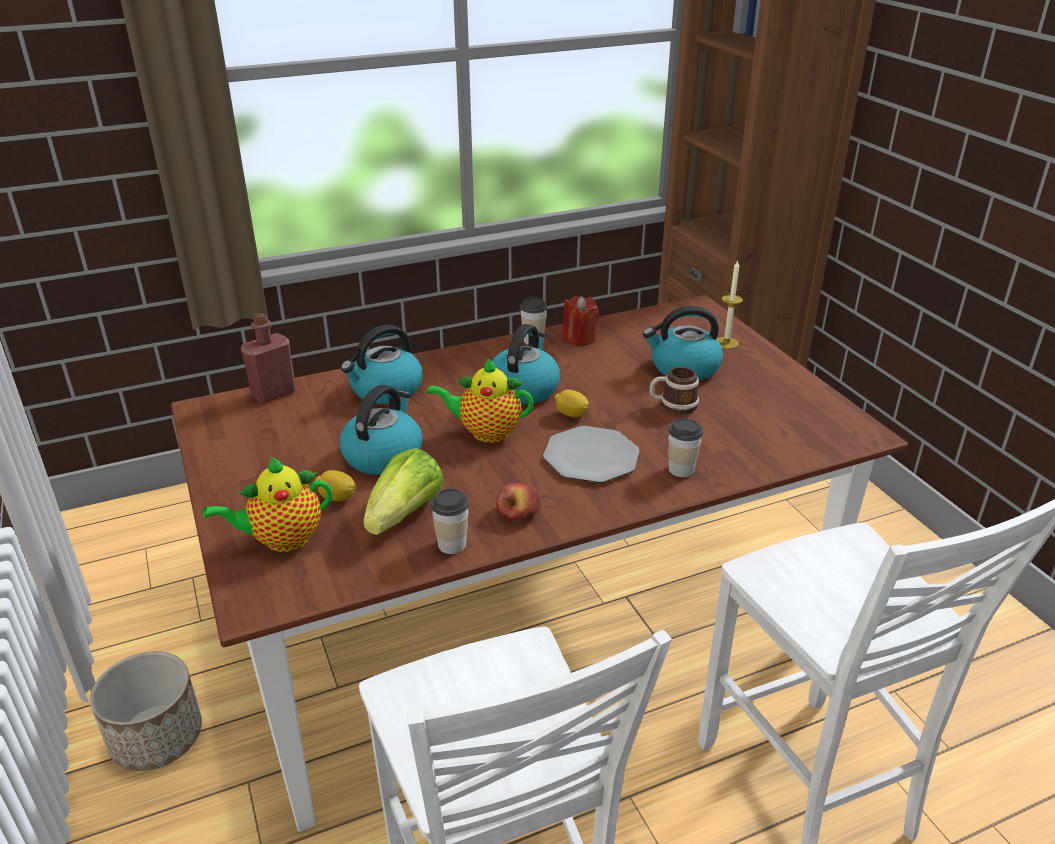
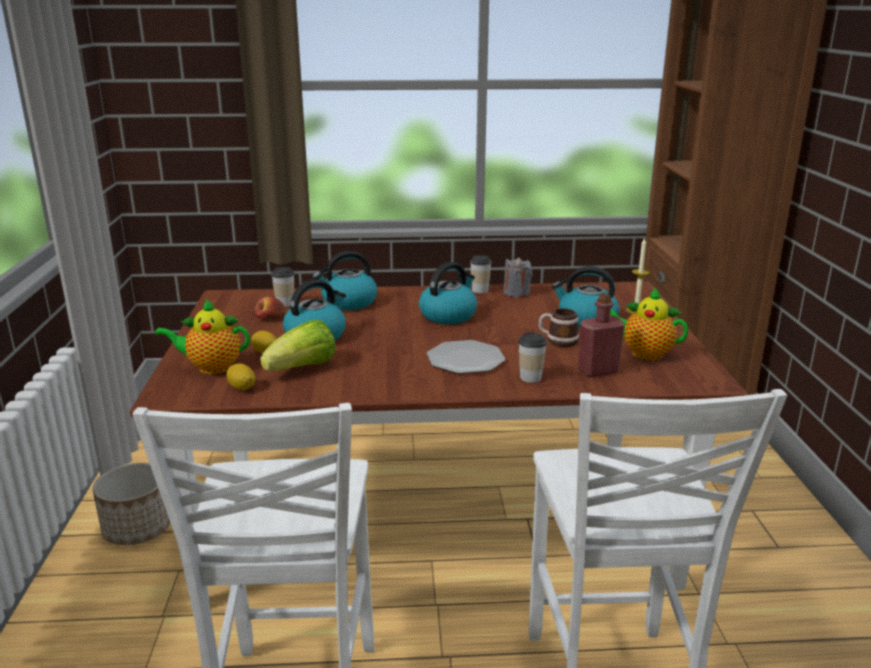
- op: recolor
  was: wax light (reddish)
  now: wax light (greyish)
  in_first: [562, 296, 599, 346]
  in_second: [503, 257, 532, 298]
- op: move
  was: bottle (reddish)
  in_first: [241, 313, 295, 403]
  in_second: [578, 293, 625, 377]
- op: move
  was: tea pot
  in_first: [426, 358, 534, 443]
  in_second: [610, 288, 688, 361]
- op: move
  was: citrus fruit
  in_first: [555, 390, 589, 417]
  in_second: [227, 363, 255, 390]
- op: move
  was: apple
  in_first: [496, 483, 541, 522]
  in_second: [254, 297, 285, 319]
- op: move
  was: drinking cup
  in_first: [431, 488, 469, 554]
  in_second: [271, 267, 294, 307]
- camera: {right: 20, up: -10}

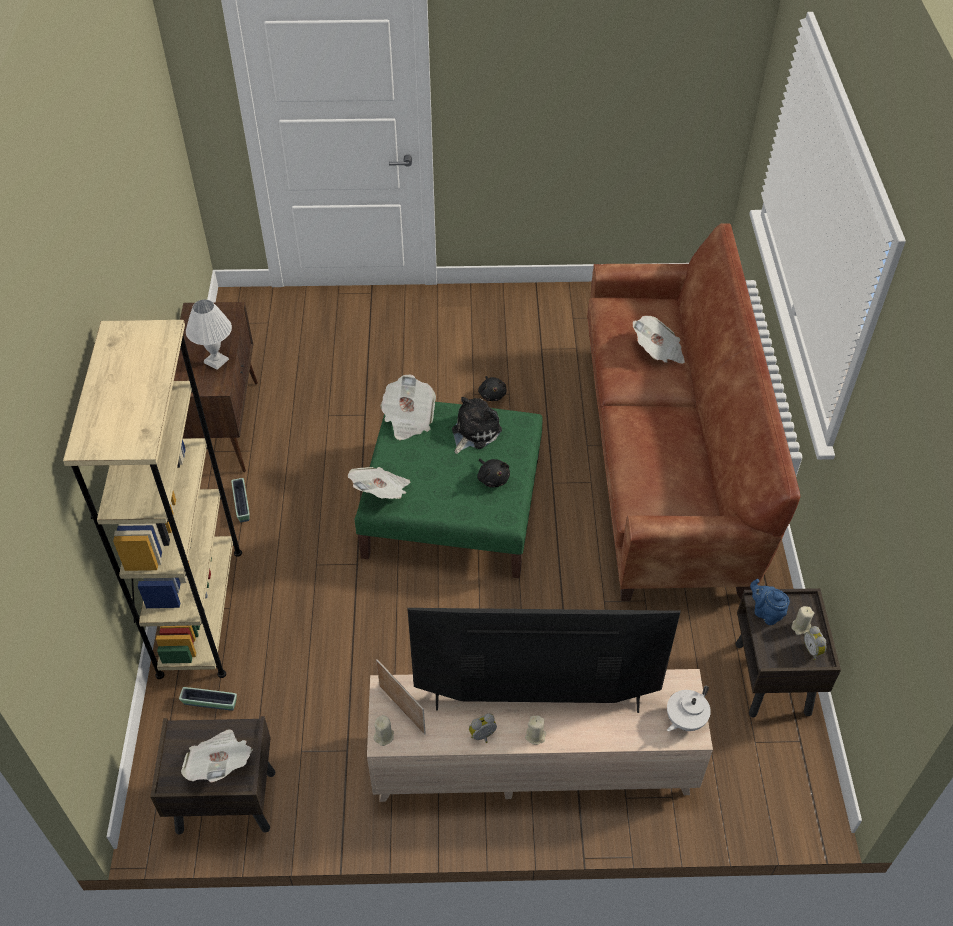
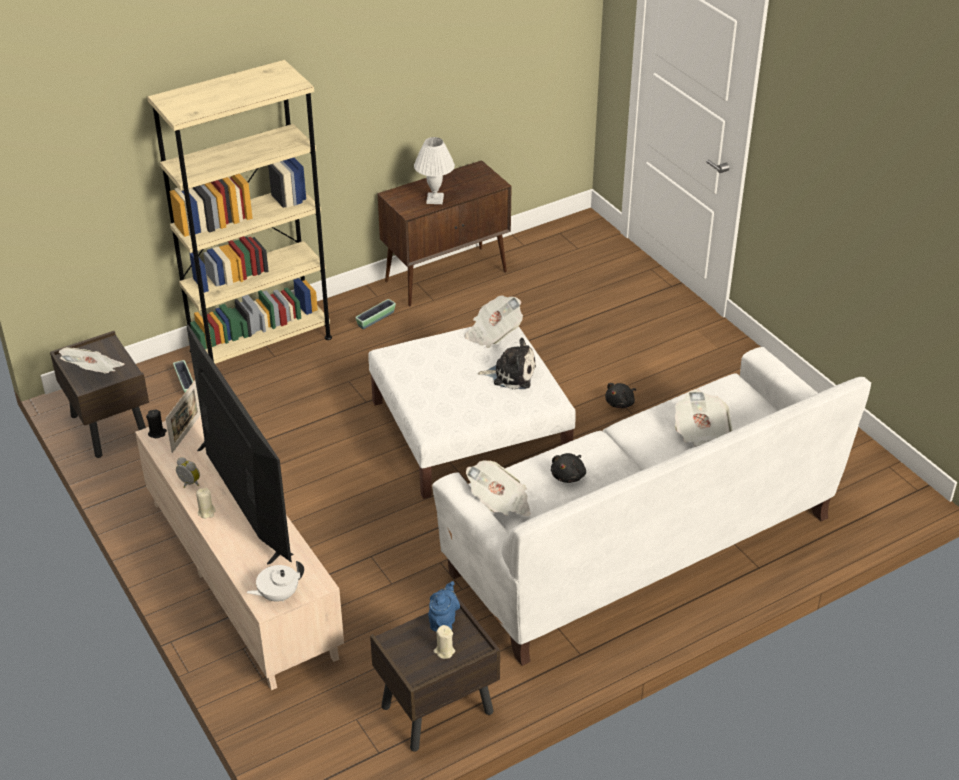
- op: recolor
  was: sofa (brown-coloured)
  now: sofa (white)
  in_first: [587, 223, 800, 601]
  in_second: [432, 347, 871, 666]
- op: recolor
  was: ottoman (greenish)
  now: ottoman (white)
  in_first: [354, 402, 543, 578]
  in_second: [368, 326, 576, 499]
- op: move
  was: soft toy (black-coloured)
  in_first: [477, 459, 510, 488]
  in_second: [551, 453, 586, 483]
- op: move
  was: printed paper
  in_first: [348, 467, 411, 499]
  in_second: [466, 461, 530, 516]
- op: delete
  was: alarm clock
  in_first: [804, 626, 826, 660]
- op: rotate
  was: tea pot (white)
  in_first: [667, 685, 711, 731]
  in_second: [247, 561, 304, 602]
  clockwise: -45
- op: recolor
  was: wax light (beige-coloured)
  now: wax light (black-coloured)
  in_first: [374, 715, 394, 746]
  in_second: [146, 409, 167, 438]
- camera: {right: 60, up: -10}

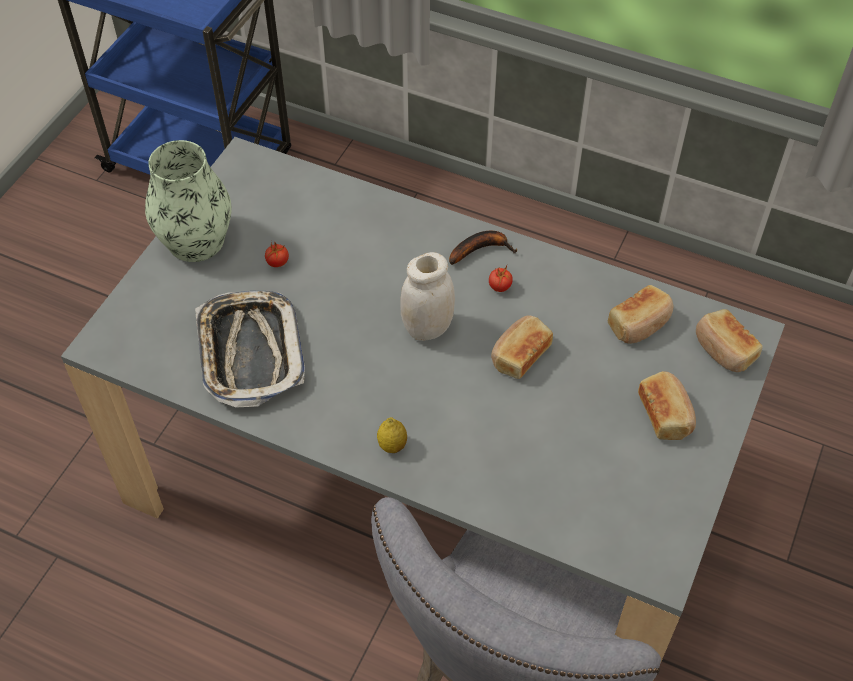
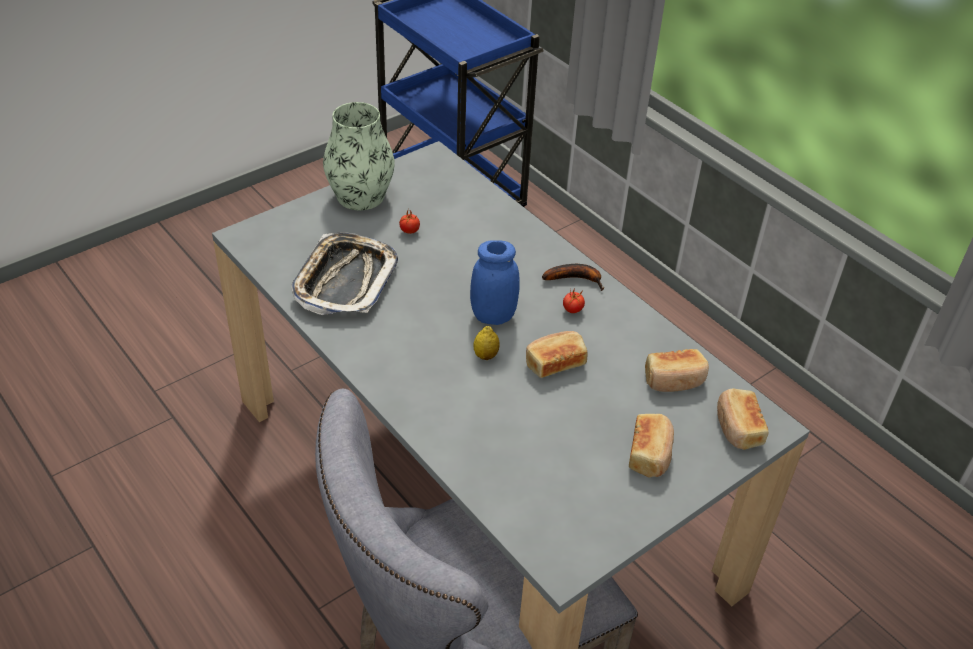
- op: recolor
  was: jar (white)
  now: jar (bluish)
  in_first: [400, 252, 455, 341]
  in_second: [470, 241, 520, 325]
- op: move
  was: citrus fruit
  in_first: [377, 417, 407, 453]
  in_second: [474, 326, 500, 360]
- camera: {right: 25, up: -10}

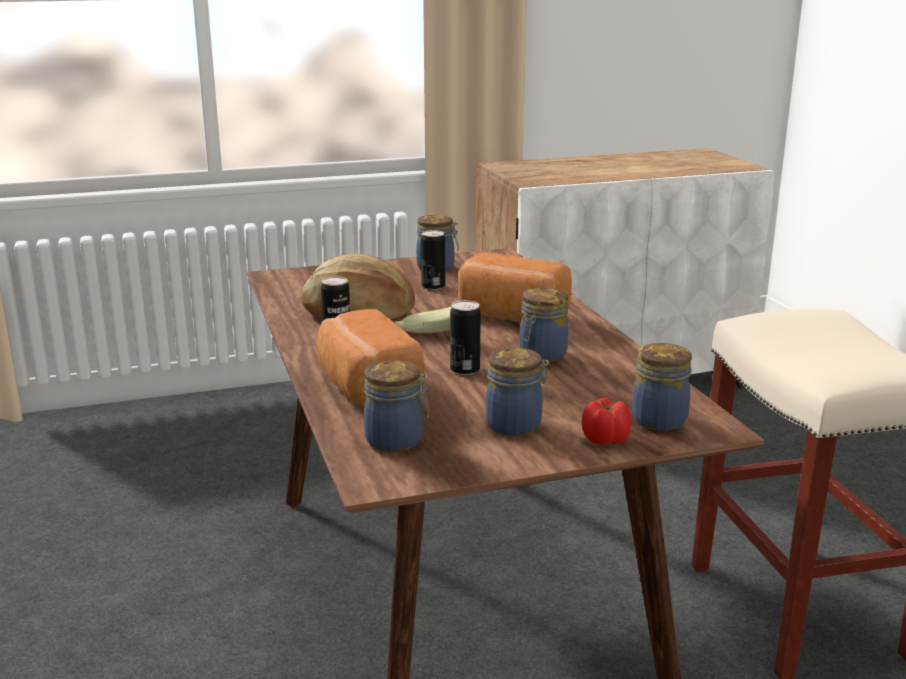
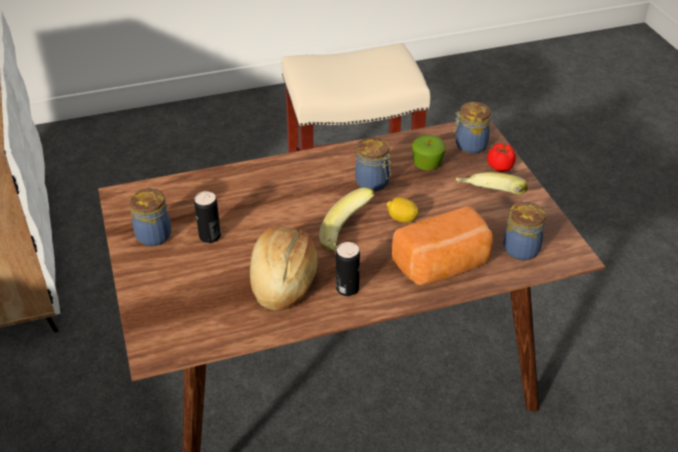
- op: delete
  was: bread
  in_first: [458, 252, 572, 322]
- op: replace
  was: metal can
  now: citrus fruit
  in_first: [450, 300, 481, 375]
  in_second: [387, 197, 419, 223]
- op: replace
  was: jar
  now: whole banana
  in_first: [486, 347, 549, 437]
  in_second: [456, 172, 528, 195]
- op: insert
  now: apple
  in_second: [412, 135, 446, 171]
- camera: {right: -90, up: 20}

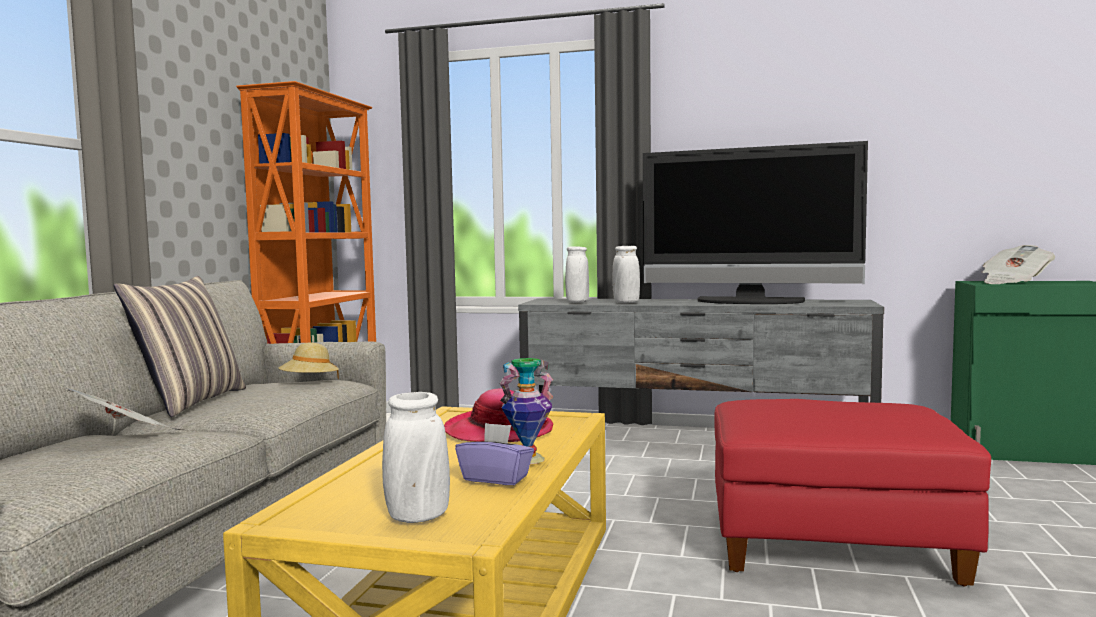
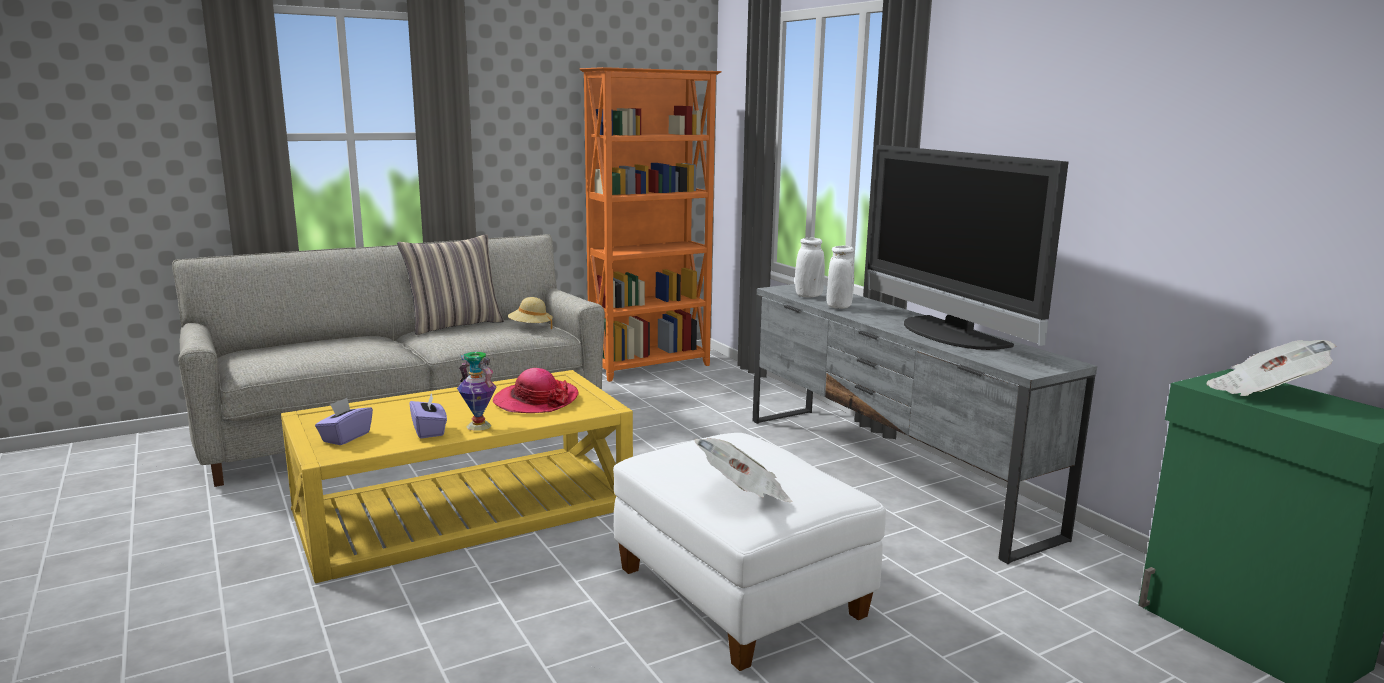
- op: move
  was: printed paper
  in_first: [58, 387, 184, 430]
  in_second: [694, 438, 792, 502]
- op: replace
  was: decorative vase (white)
  now: box of tissues (purple)
  in_first: [382, 392, 450, 523]
  in_second: [315, 398, 373, 445]
- op: recolor
  was: ottoman (reddish)
  now: ottoman (white)
  in_first: [714, 399, 991, 586]
  in_second: [613, 433, 886, 671]
- camera: {right: 45, up: 10}

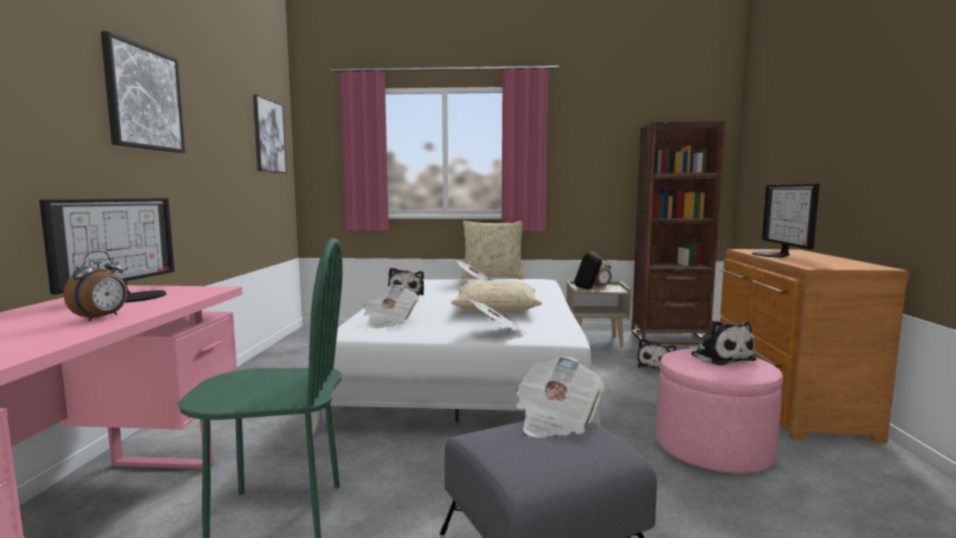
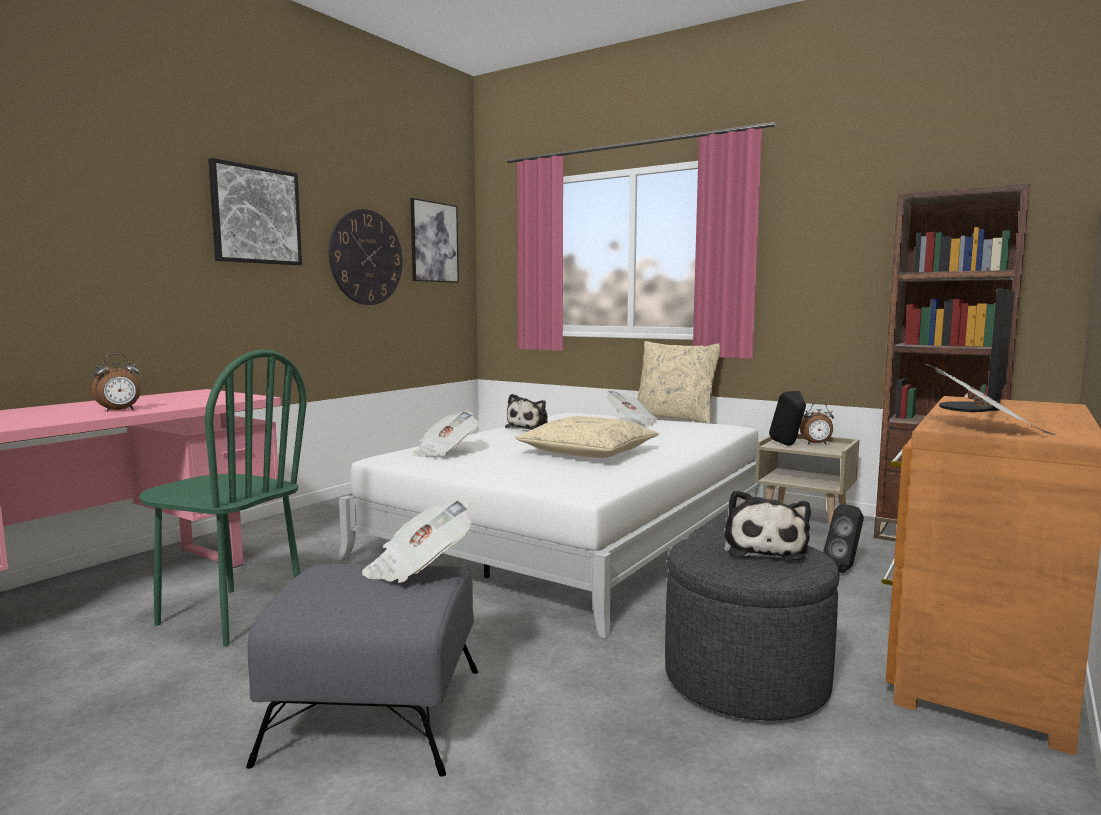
- op: delete
  was: monitor
  in_first: [39, 198, 174, 303]
- op: move
  was: printed paper
  in_first: [465, 298, 527, 333]
  in_second: [924, 364, 1055, 435]
- op: replace
  was: soft toy
  now: loudspeaker (black-coloured)
  in_first: [637, 338, 676, 370]
  in_second: [823, 504, 864, 573]
- op: recolor
  was: ottoman (pink-coloured)
  now: ottoman (greyish)
  in_first: [656, 349, 783, 473]
  in_second: [665, 532, 840, 720]
- op: insert
  now: wall clock
  in_second: [329, 209, 403, 305]
- camera: {right: 30, up: 0}

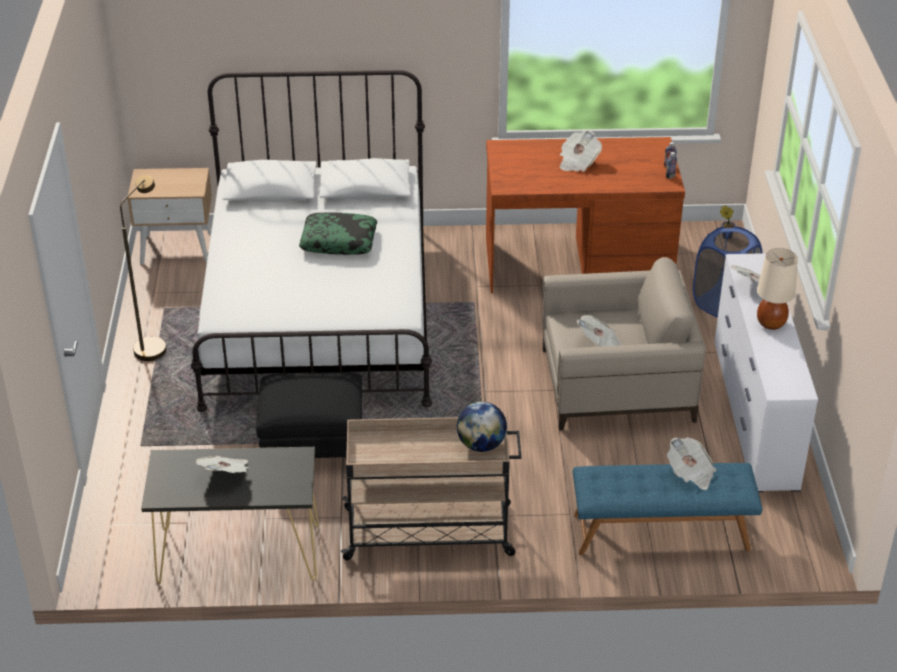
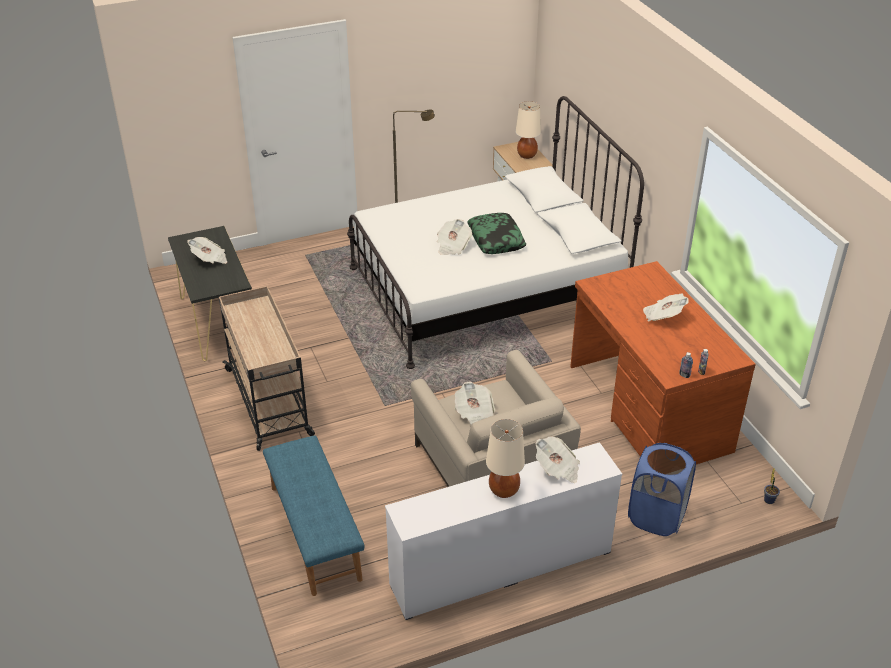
- op: delete
  was: ottoman (black-coloured)
  in_first: [256, 372, 362, 458]
- op: delete
  was: globe
  in_first: [457, 402, 507, 452]
- op: move
  was: printed paper
  in_first: [667, 437, 717, 490]
  in_second: [437, 219, 472, 255]
- op: insert
  now: lamp for a table (beige-coloured)
  in_second: [516, 101, 541, 159]
- camera: {right: 70, up: 0}

